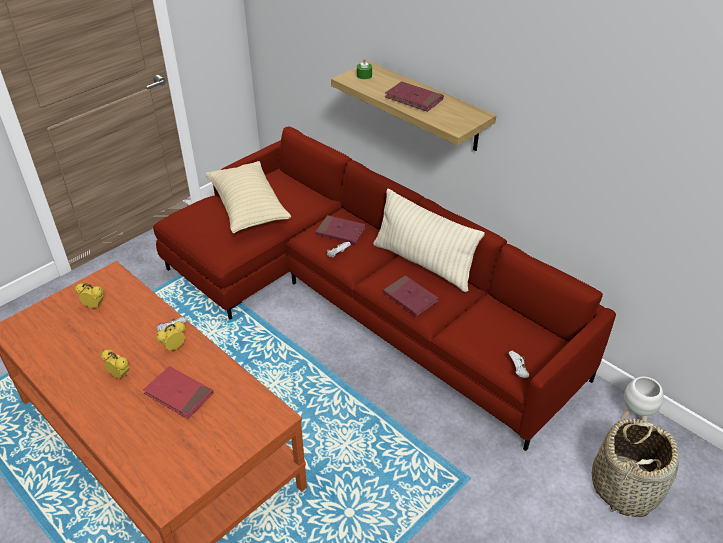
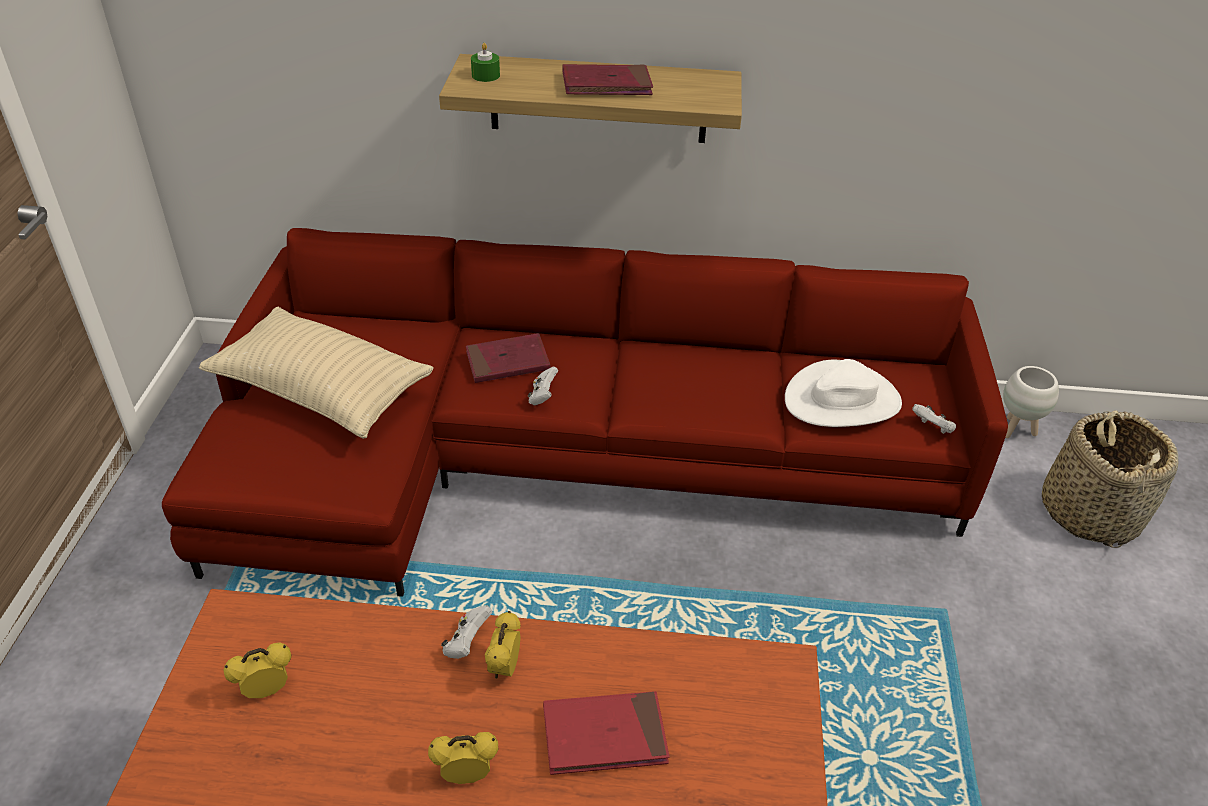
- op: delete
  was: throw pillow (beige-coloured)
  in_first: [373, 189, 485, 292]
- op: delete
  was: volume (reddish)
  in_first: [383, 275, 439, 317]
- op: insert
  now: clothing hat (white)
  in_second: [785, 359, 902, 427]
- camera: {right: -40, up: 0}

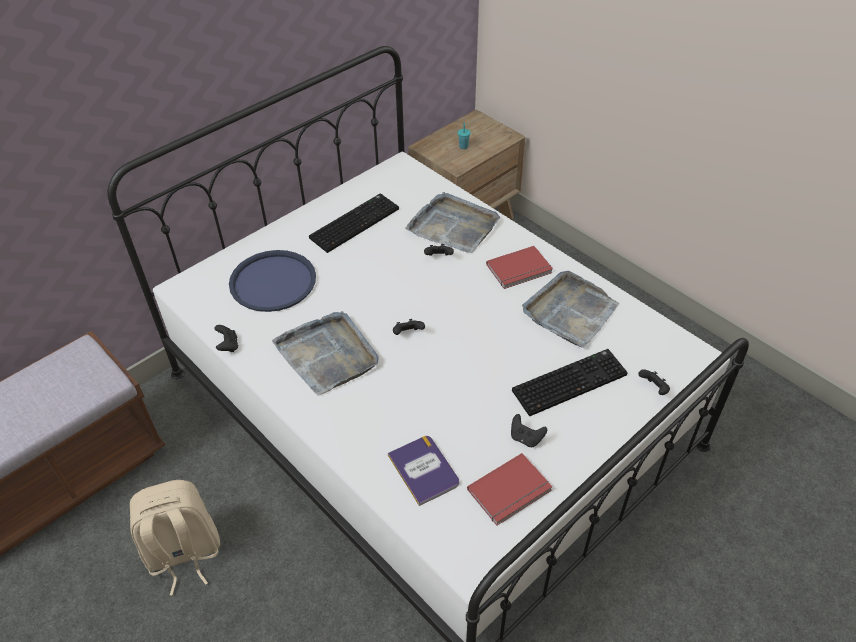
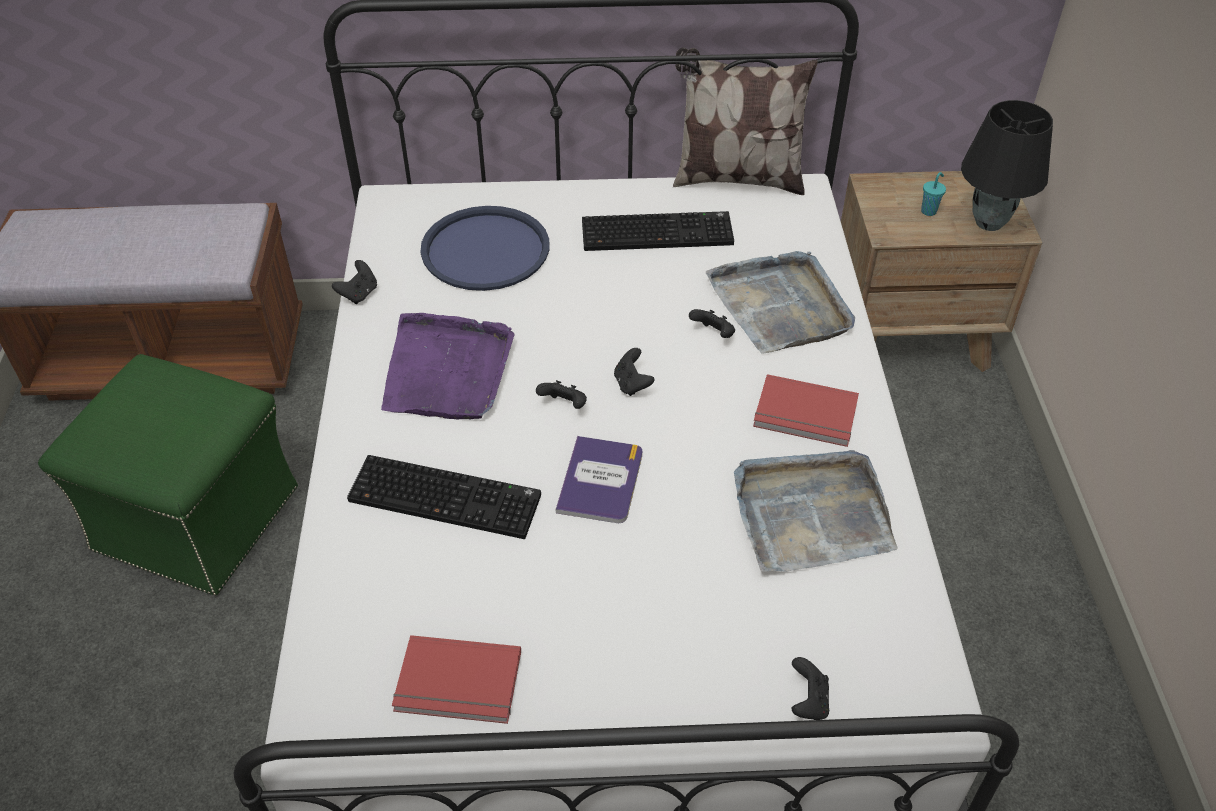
- op: recolor
  was: serving tray (greyish)
  now: serving tray (purple)
  in_first: [272, 311, 379, 396]
  in_second: [381, 313, 515, 420]
- op: move
  was: computer keyboard
  in_first: [512, 349, 628, 416]
  in_second: [347, 455, 541, 539]
- op: move
  was: joypad (black-coloured)
  in_first: [511, 414, 547, 447]
  in_second: [614, 348, 654, 396]
- op: move
  was: volume
  in_first: [388, 436, 459, 506]
  in_second: [556, 436, 642, 523]
- op: replace
  was: knapsack (beige-coloured)
  now: ottoman (greenish)
  in_first: [130, 480, 220, 595]
  in_second: [38, 354, 298, 596]
- op: insert
  now: throw pillow
  in_second: [673, 48, 818, 195]
- op: insert
  now: lamp for a table (black-coloured)
  in_second: [961, 100, 1053, 231]
- camera: {right: 40, up: 0}

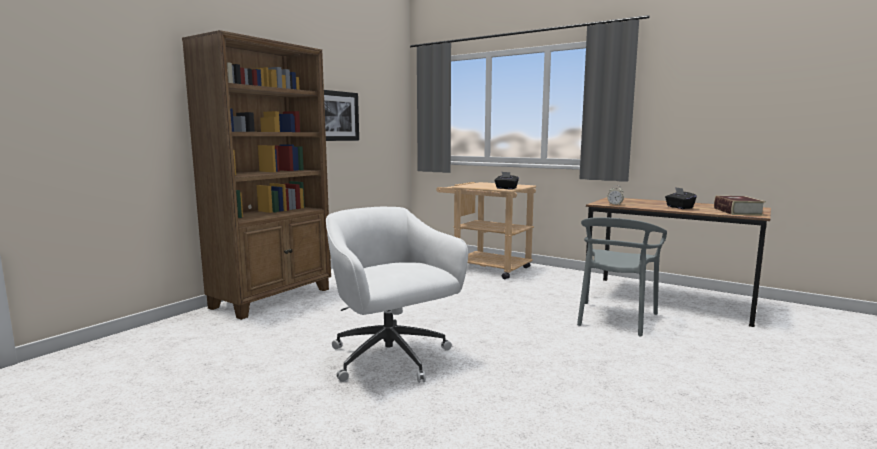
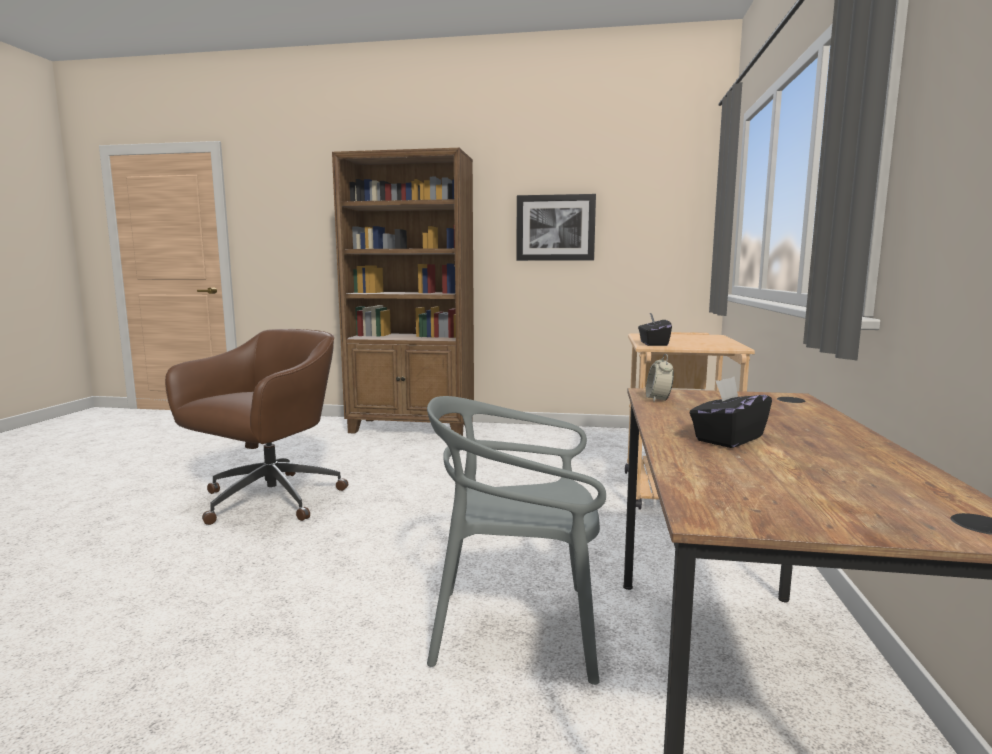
- op: delete
  was: volume
  in_first: [714, 196, 766, 216]
- op: recolor
  was: office chair (white)
  now: office chair (brown-coloured)
  in_first: [326, 207, 468, 383]
  in_second: [165, 329, 348, 525]
- camera: {right: 65, up: 0}

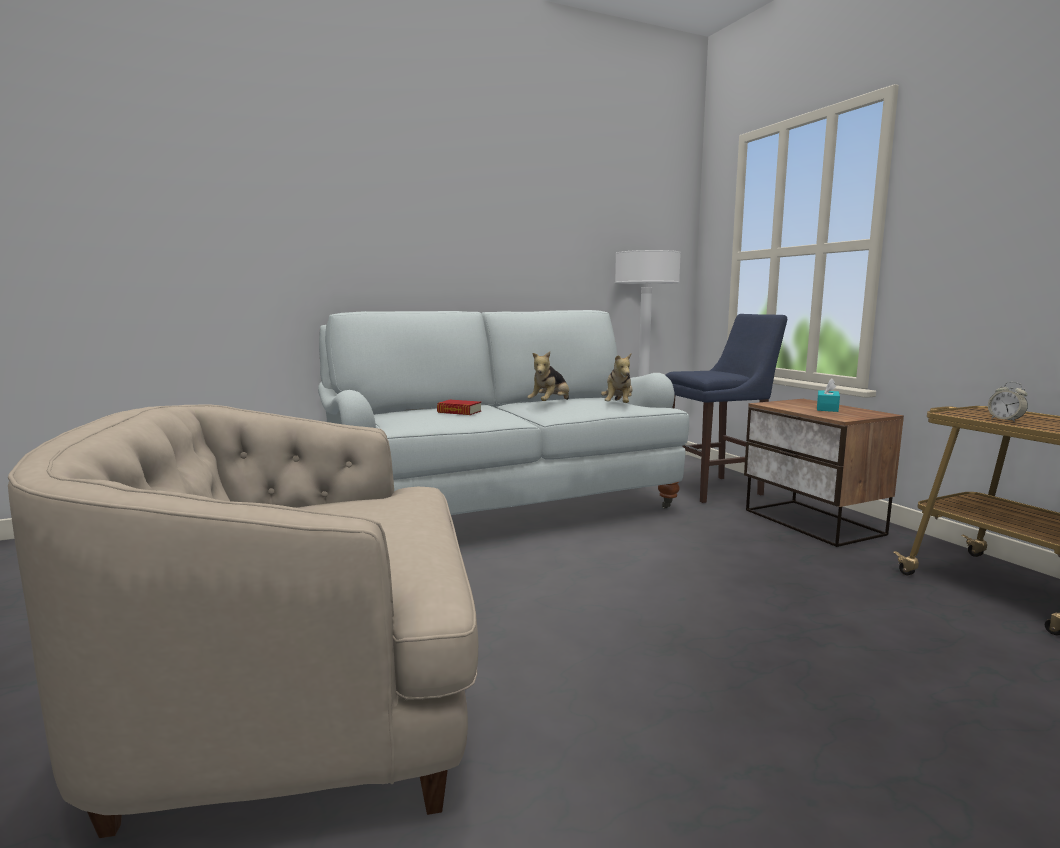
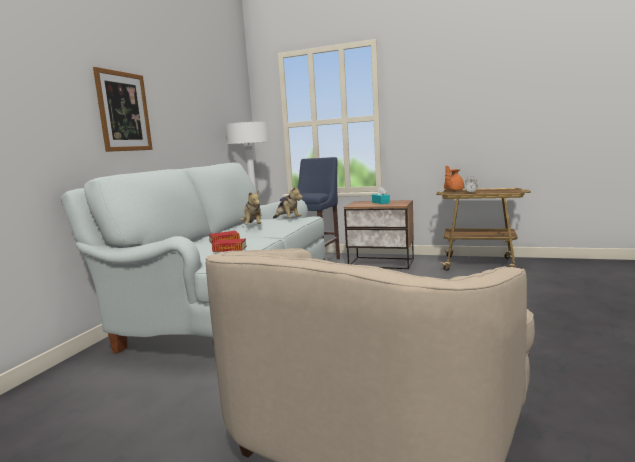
- op: insert
  now: wall art
  in_second: [93, 67, 153, 152]
- op: insert
  now: tea pot (orangey)
  in_second: [444, 166, 464, 191]
- op: insert
  now: volume
  in_second: [212, 239, 246, 252]
- camera: {right: -45, up: 0}

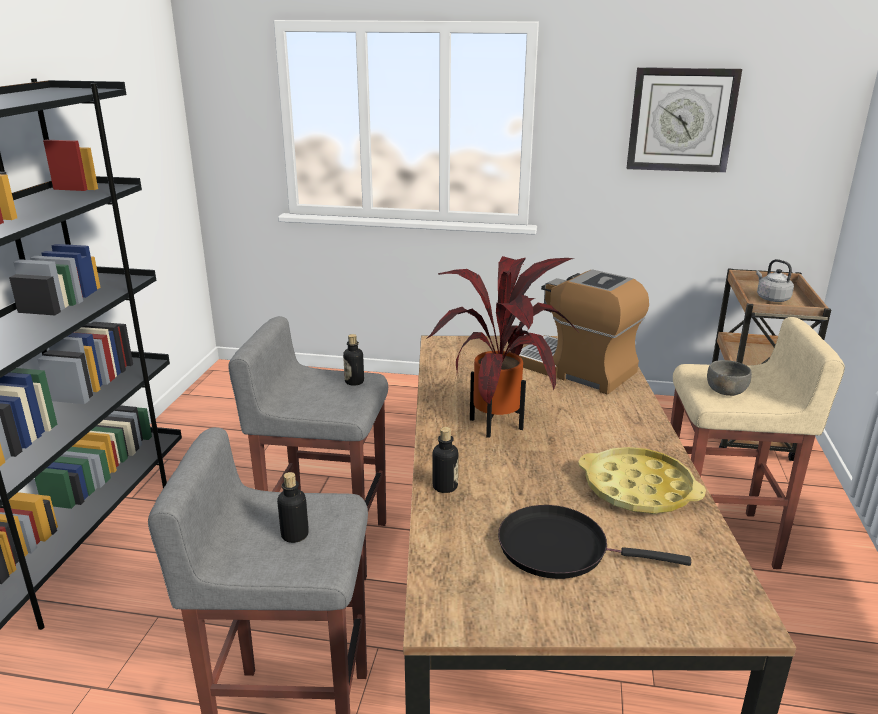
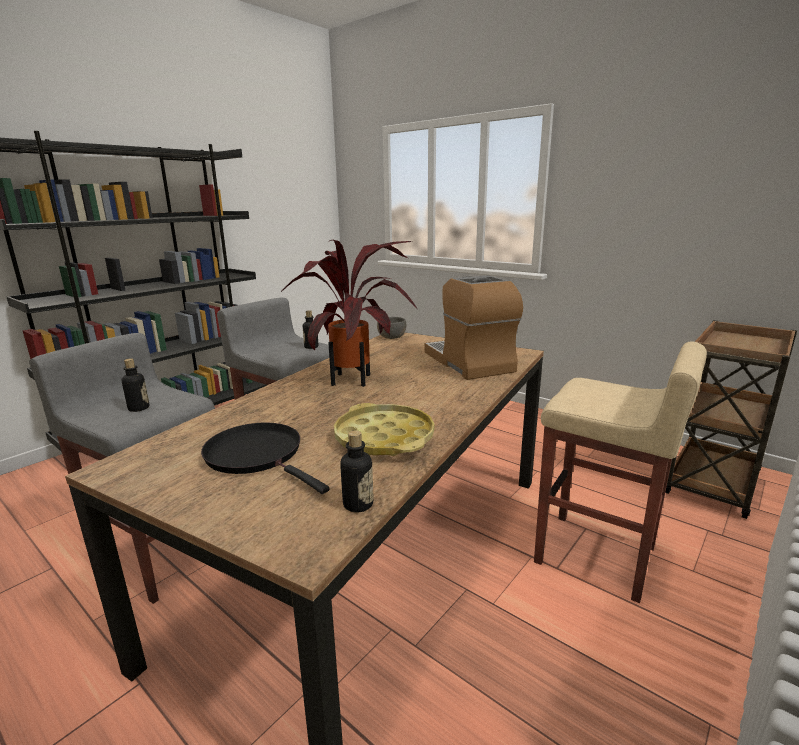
- op: delete
  was: wall clock
  in_first: [627, 67, 742, 173]
- op: delete
  was: kettle (greyish)
  in_first: [756, 259, 794, 302]
- op: move
  was: bowl (greyish)
  in_first: [707, 360, 752, 396]
  in_second: [377, 317, 406, 339]
- op: move
  was: bottle
  in_first: [433, 427, 458, 493]
  in_second: [340, 430, 374, 512]
- camera: {right: 30, up: -5}

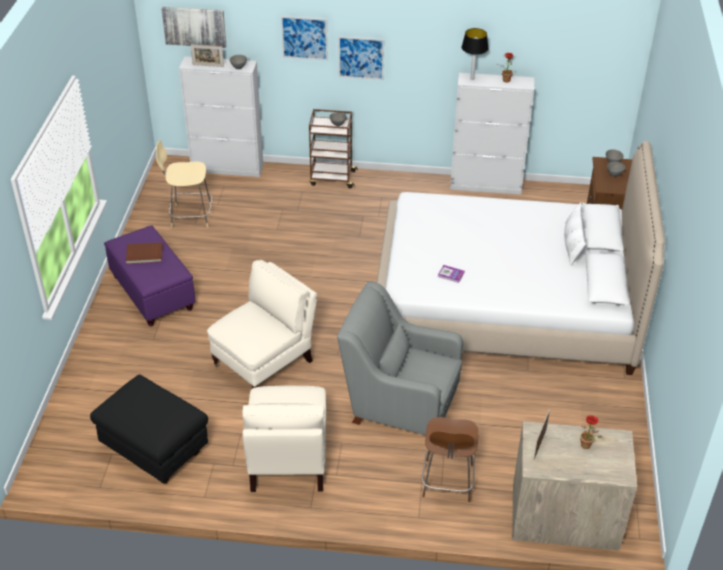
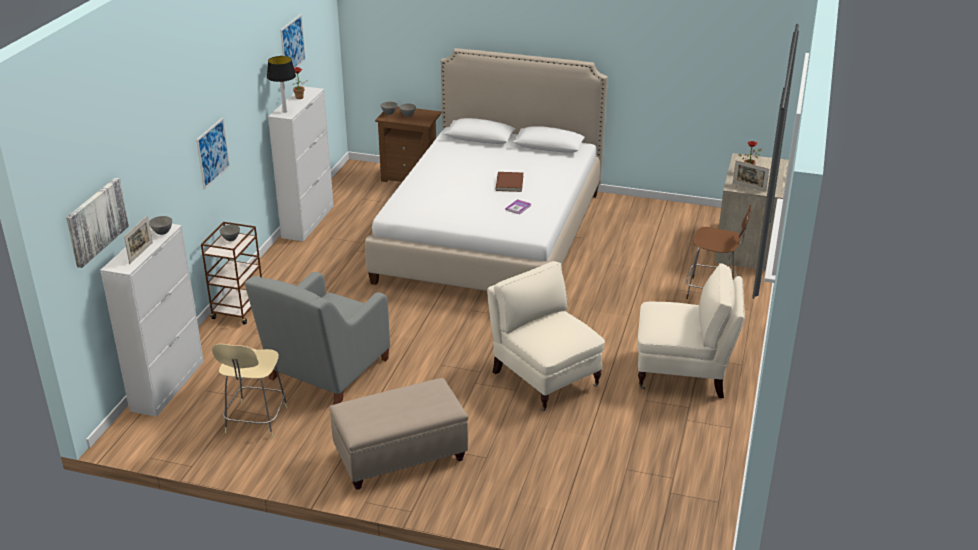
- op: move
  was: wall art
  in_first: [281, 16, 328, 60]
  in_second: [280, 14, 306, 68]
- op: delete
  was: throw pillow (white)
  in_first: [564, 202, 586, 267]
- op: recolor
  was: ottoman (purple)
  now: ottoman (beige-coloured)
  in_first: [104, 225, 195, 326]
  in_second: [329, 378, 468, 489]
- op: move
  was: volume (brown-coloured)
  in_first: [126, 242, 163, 264]
  in_second: [496, 172, 523, 192]
- op: move
  was: easy chair (greyish)
  in_first: [337, 281, 463, 435]
  in_second: [245, 272, 390, 404]
- op: delete
  was: ottoman (black-coloured)
  in_first: [90, 374, 208, 484]
- camera: {right: -80, up: -10}

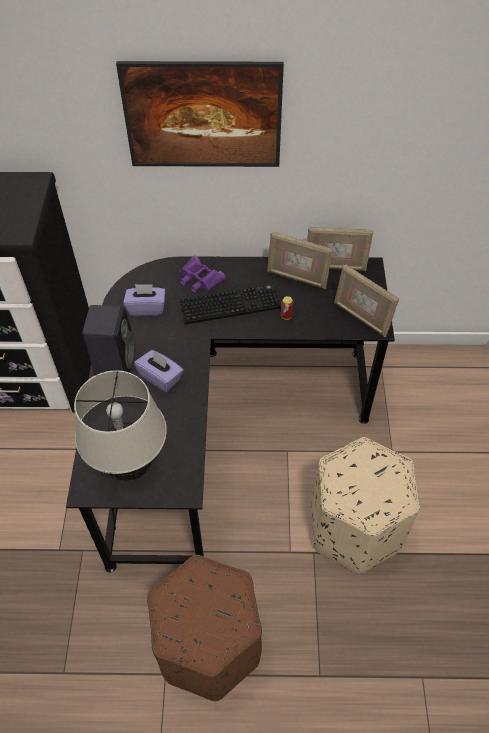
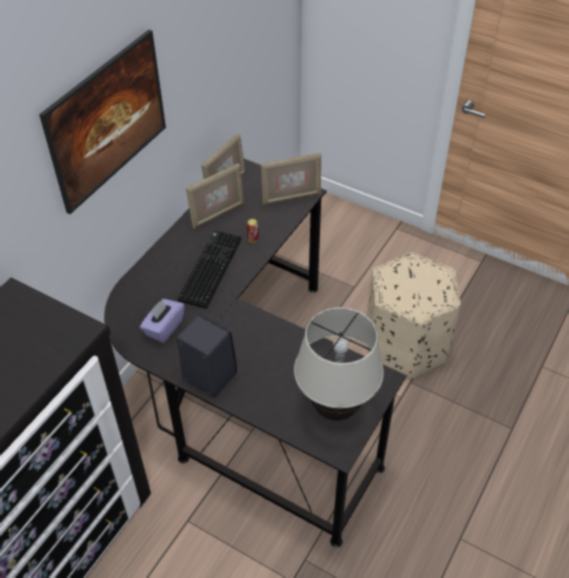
- op: delete
  was: field glasses (purple)
  in_first: [179, 256, 226, 293]
- op: delete
  was: box of tissues (purple)
  in_first: [134, 350, 183, 392]
- op: delete
  was: ottoman (brown-coloured)
  in_first: [147, 555, 262, 701]
- camera: {right: -60, up: -5}

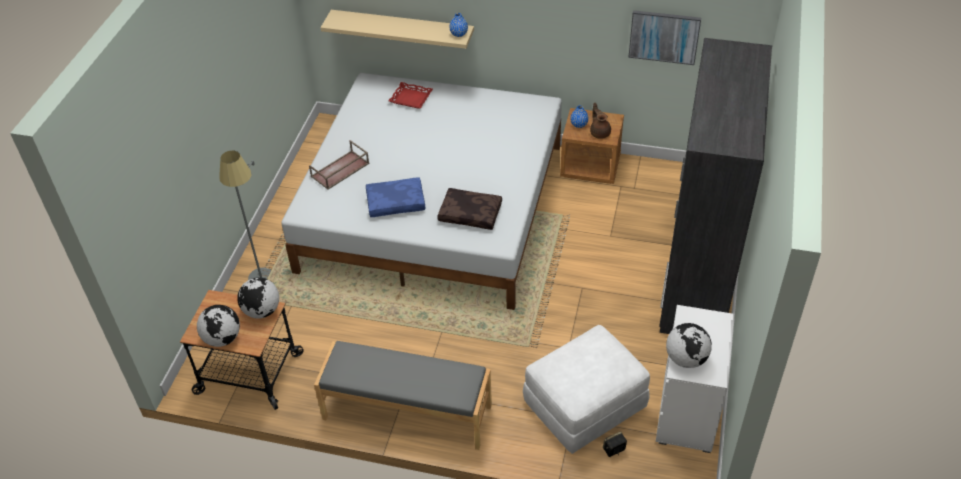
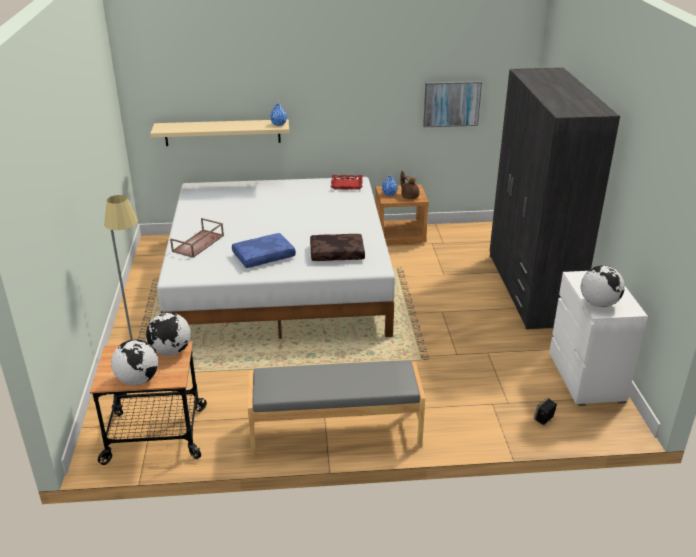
- op: move
  was: serving tray (reddish)
  in_first: [388, 82, 433, 109]
  in_second: [331, 175, 363, 190]
- op: delete
  was: ottoman (white)
  in_first: [523, 325, 650, 454]
- camera: {right: -20, up: -15}

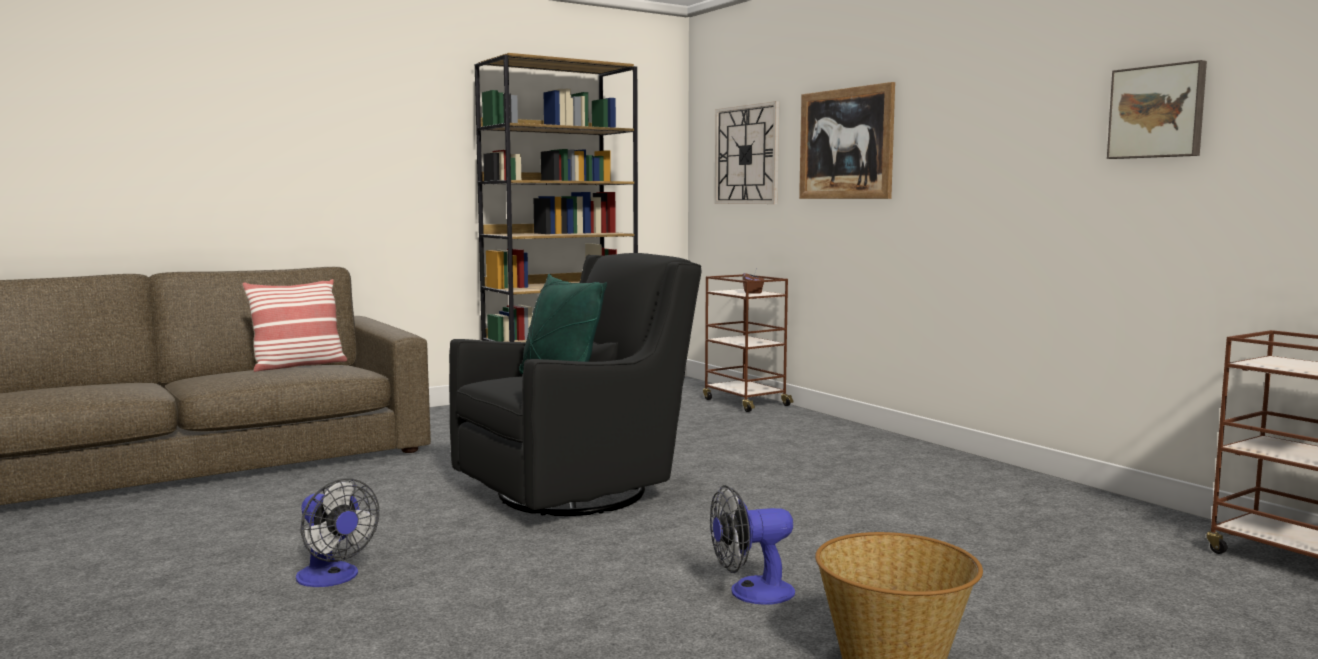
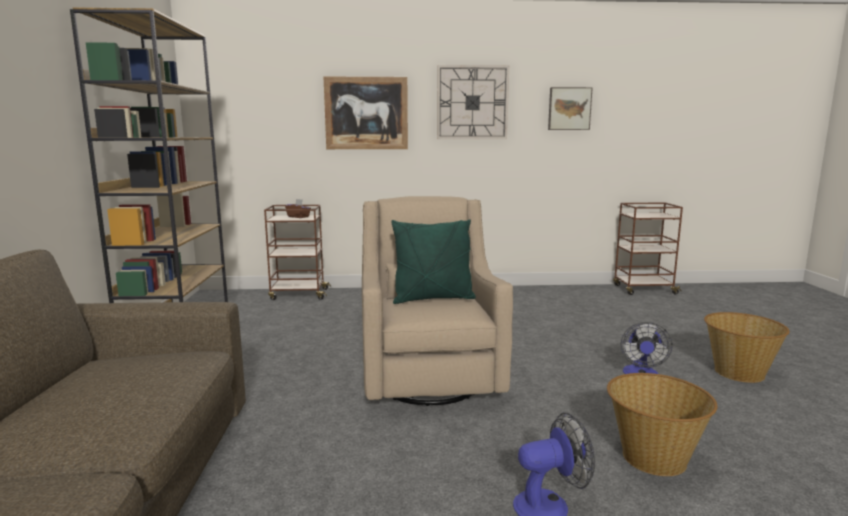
- op: move
  was: wall clock
  in_first: [715, 101, 779, 204]
  in_second: [437, 65, 509, 139]
- op: recolor
  was: easy chair (black-coloured)
  now: easy chair (beige-coloured)
  in_first: [449, 253, 702, 516]
  in_second: [362, 196, 513, 406]
- op: delete
  was: throw pillow
  in_first: [242, 279, 347, 372]
- op: insert
  now: basket
  in_second: [607, 373, 717, 476]
- camera: {right: -60, up: 5}

